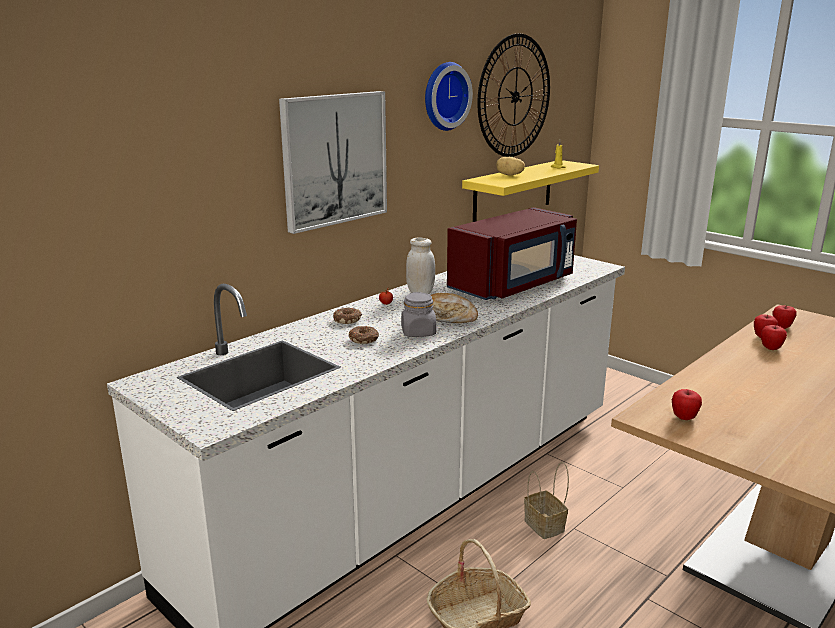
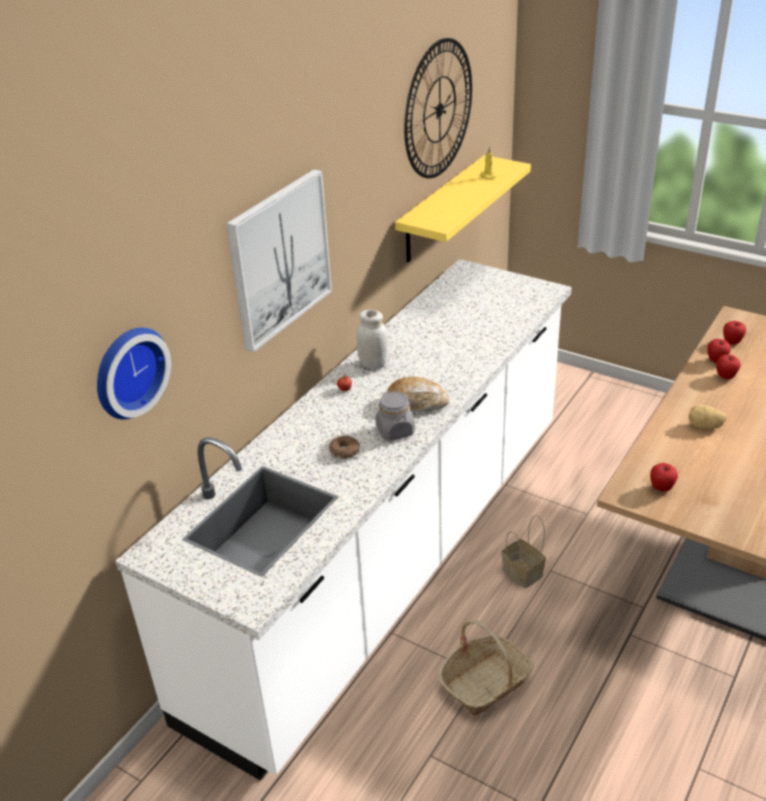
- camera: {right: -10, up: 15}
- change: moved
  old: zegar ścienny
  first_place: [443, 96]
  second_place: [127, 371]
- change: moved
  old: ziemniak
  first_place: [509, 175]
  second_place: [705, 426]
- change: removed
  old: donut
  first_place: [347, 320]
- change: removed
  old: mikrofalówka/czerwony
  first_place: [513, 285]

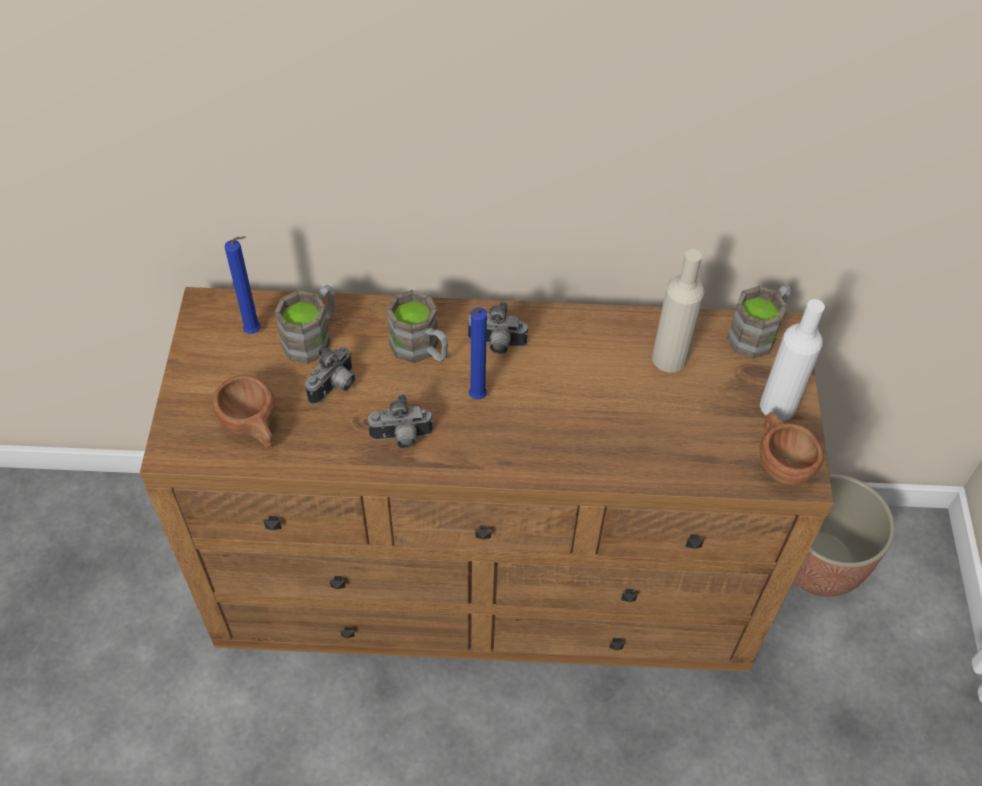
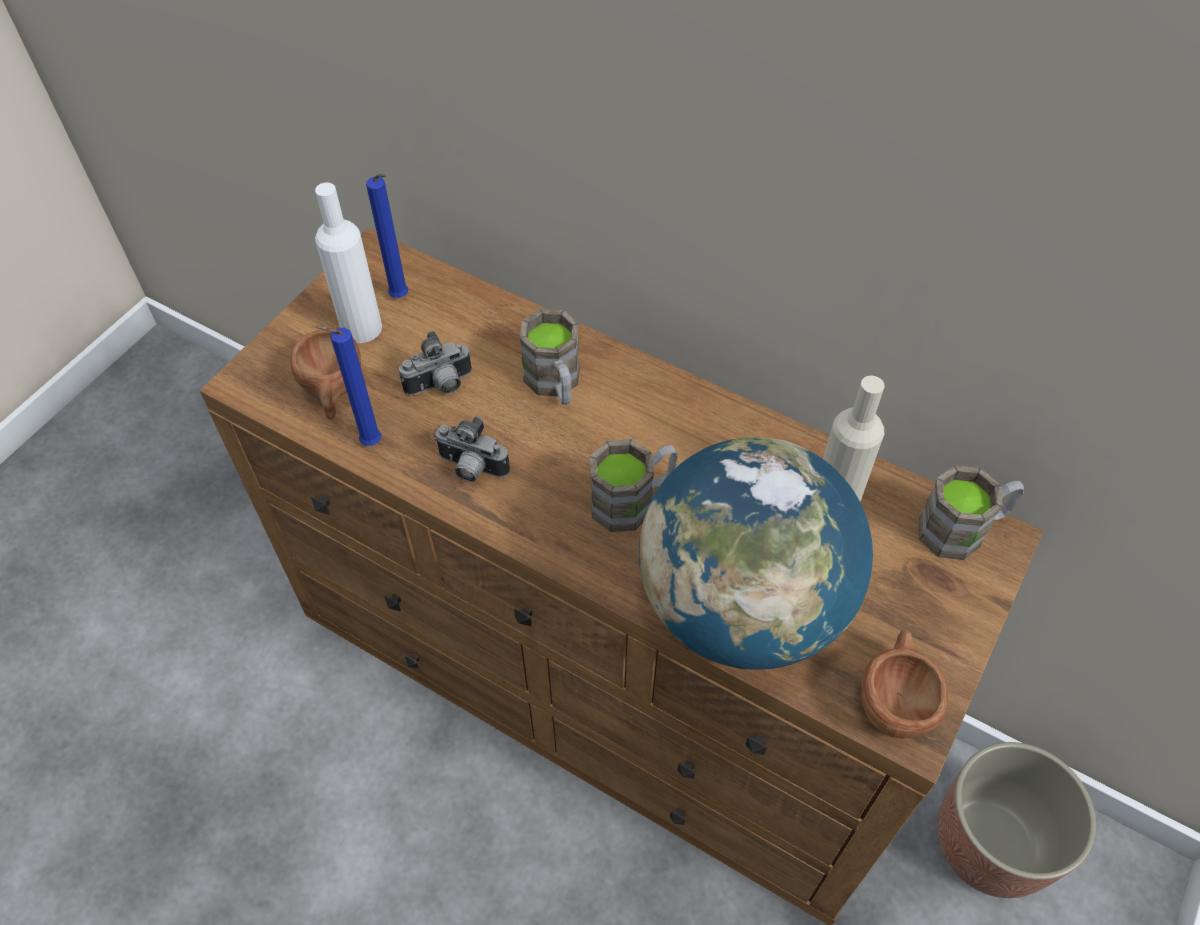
- camera: {right: 30, up: 0}
- change: moved
  old: butelka/biały
  first_place: [777, 406]
  second_place: [361, 327]
- change: moved
  old: świeca/niebieski
  first_place: [475, 398]
  second_place: [368, 443]
- change: moved
  old: kubek/brązowy
  first_place: [313, 337]
  second_place: [633, 500]
- change: added
  new: globus
  second_place: [742, 606]
- change: removed
  old: aparat fotograficzny
  first_place: [496, 345]

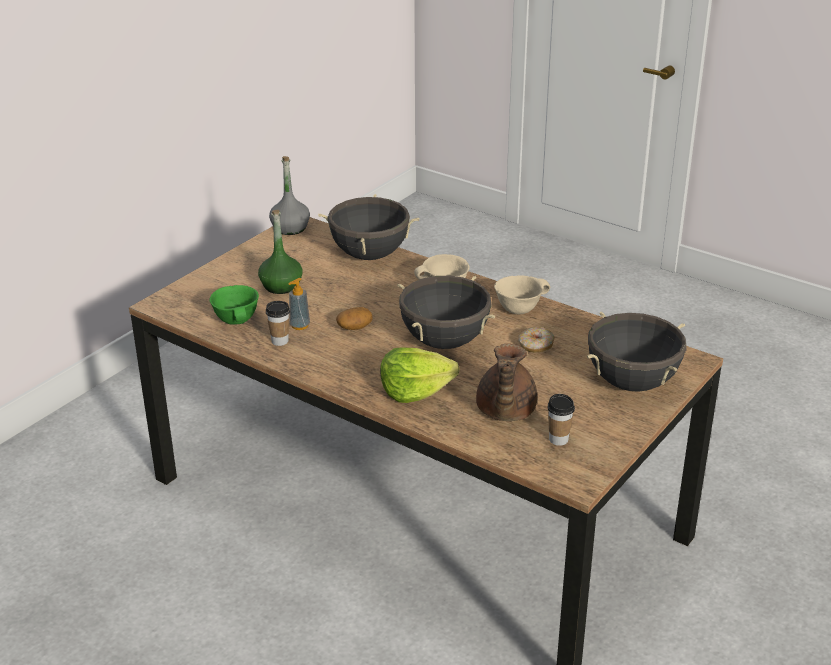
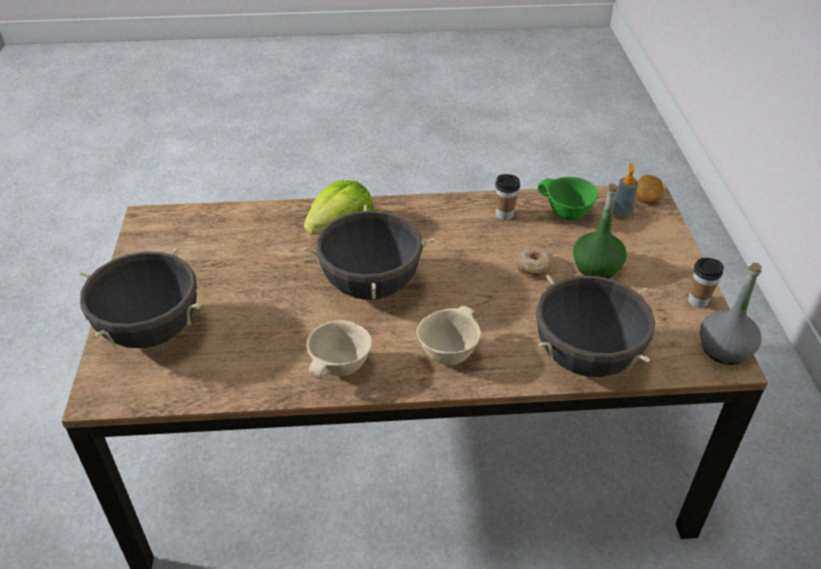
- camera: {right: 140, up: 10}
- change: moved
  old: donut
  first_place: [535, 345]
  second_place: [534, 267]
- change: moved
  old: dozownik mydła
  first_place: [299, 325]
  second_place: [621, 214]
- change: moved
  old: ziemniak
  first_place: [354, 327]
  second_place: [646, 198]
- change: moved
  old: filiżanka
  first_place: [558, 439]
  second_place: [698, 301]
- change: removed
  old: imbryk/brązowy
  first_place: [504, 412]

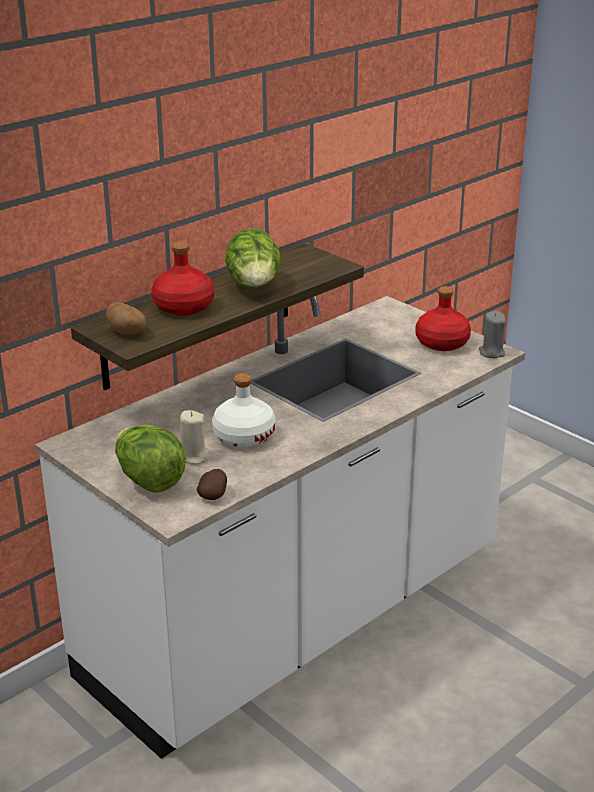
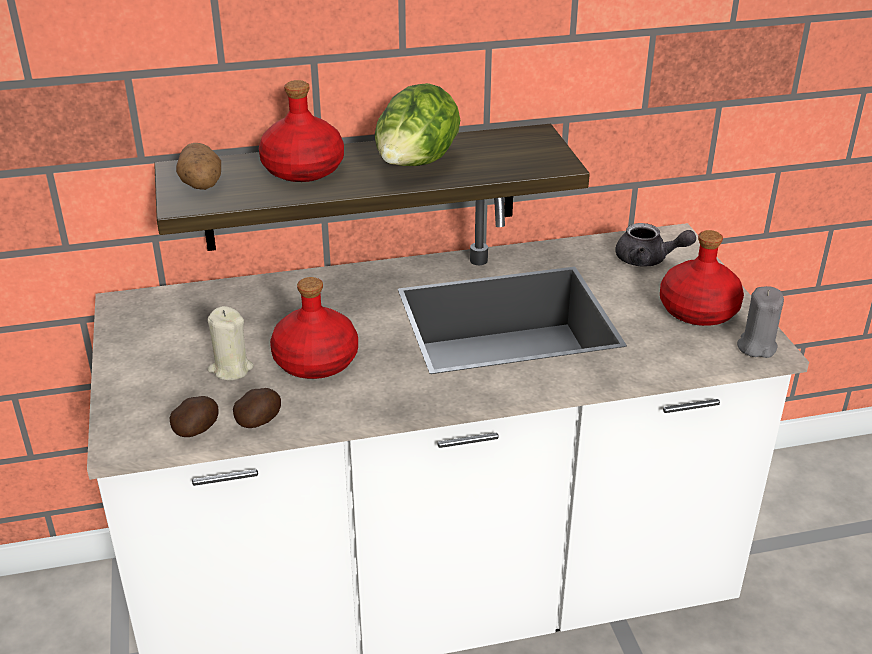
- camera: {right: 30, up: 5}
- change: added
  new: ziemniak
  second_place: [259, 421]
- change: recoloured
  old: butelka/biały
  new: butelka/czerwony
  first_place: [243, 436]
  second_place: [315, 360]
- change: added
  new: imbryk/szary
  second_place: [648, 260]
- change: removed
  old: sałata
  first_place: [149, 480]

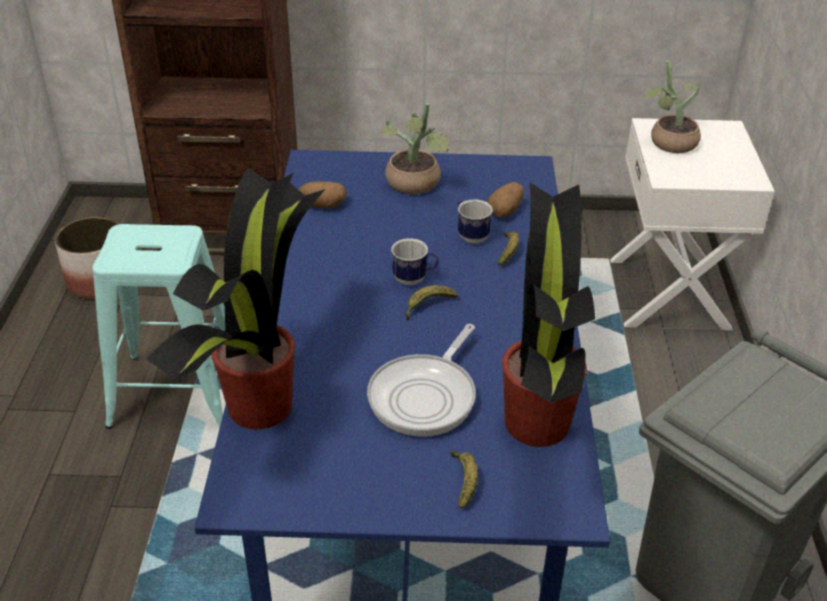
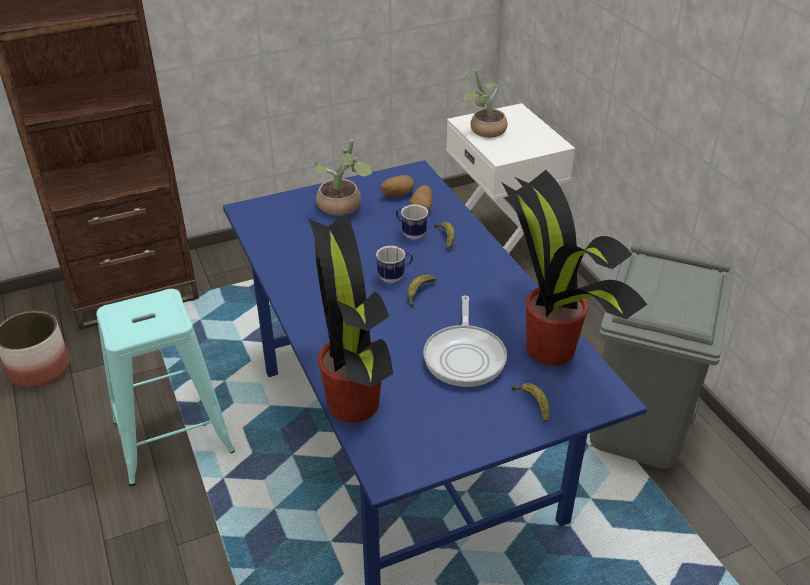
- camera: {right: -25, up: 0}
- change: moved
  old: ziemniak
  first_place: [323, 205]
  second_place: [397, 194]

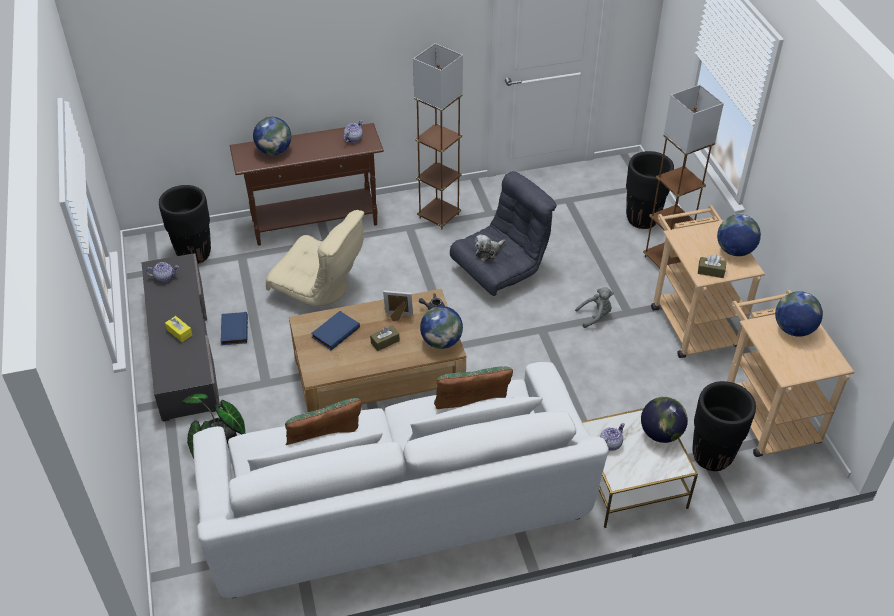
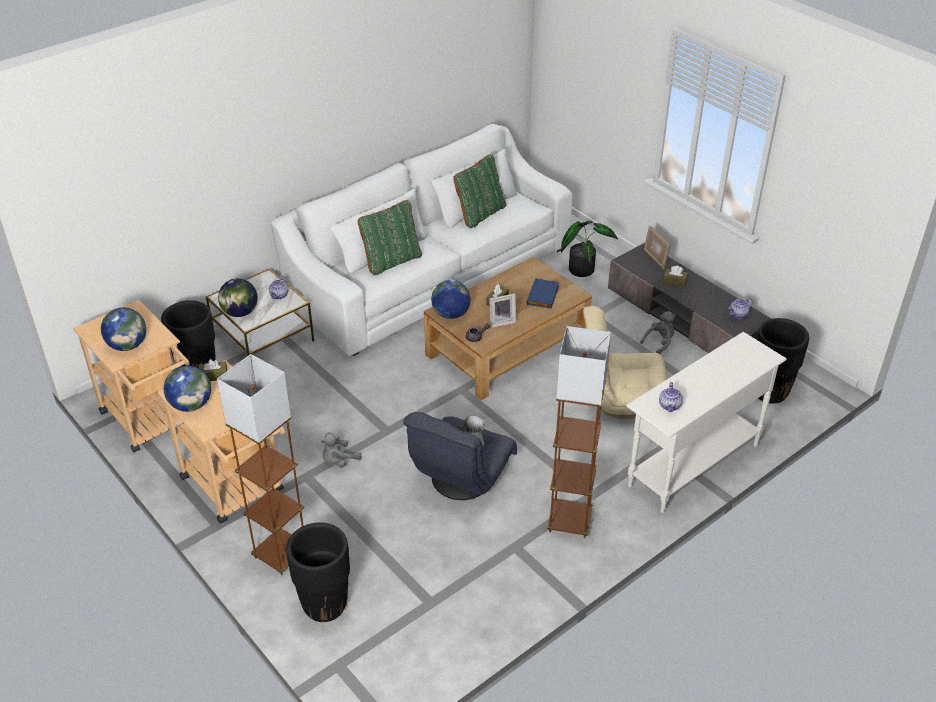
- camera: {right: 155, up: -5}
- change: recoloured
  old: stolik konsolowy/brązowy
  new: stolik konsolowy/biały
  first_place: [315, 223]
  second_place: [693, 465]
- change: replaced
  old: książka/niebieski
  new: pluszak/szary
  first_place: [233, 330]
  second_place: [659, 343]
- change: added
  new: ramka na zdjęcie
  second_place: [655, 259]
- change: recoloured
  old: pudełko chusteczek/żółty
  new: pudełko chusteczek/brązowy
  first_place: [179, 332]
  second_place: [674, 281]
- change: removed
  old: globus
  first_place: [274, 151]

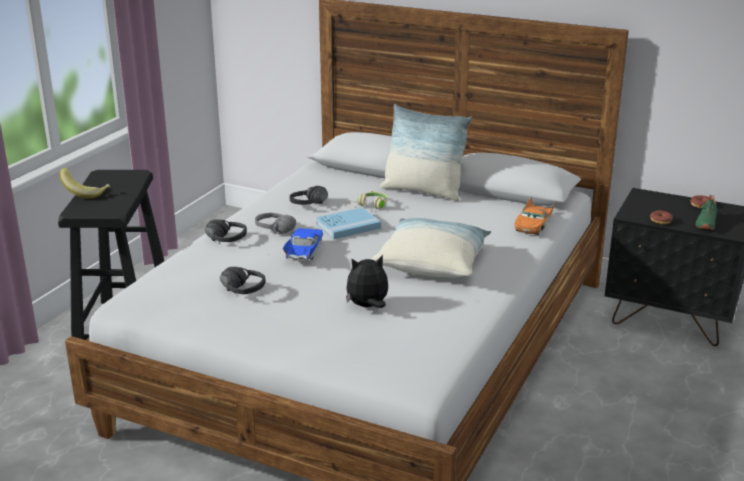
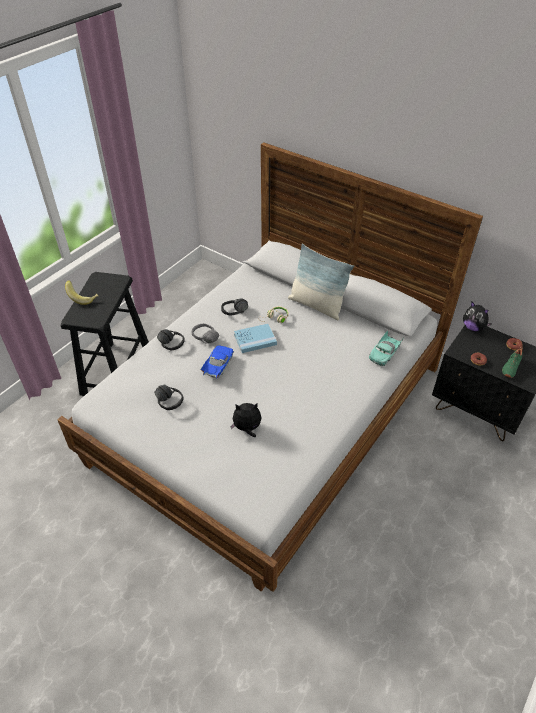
- camera: {right: 10, up: 20}
- change: recoloured
  old: samochodzik/pomarańczowy
  new: samochodzik/turkusowy
  first_place: [534, 225]
  second_place: [384, 353]
- change: added
  new: pluszak
  second_place: [473, 327]
- change: removed
  old: poduszka
  first_place: [431, 263]

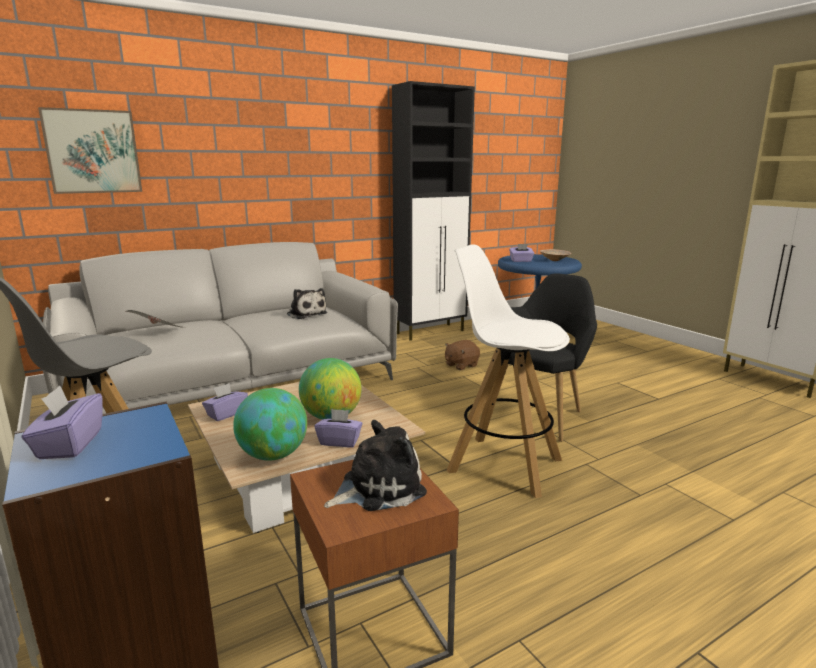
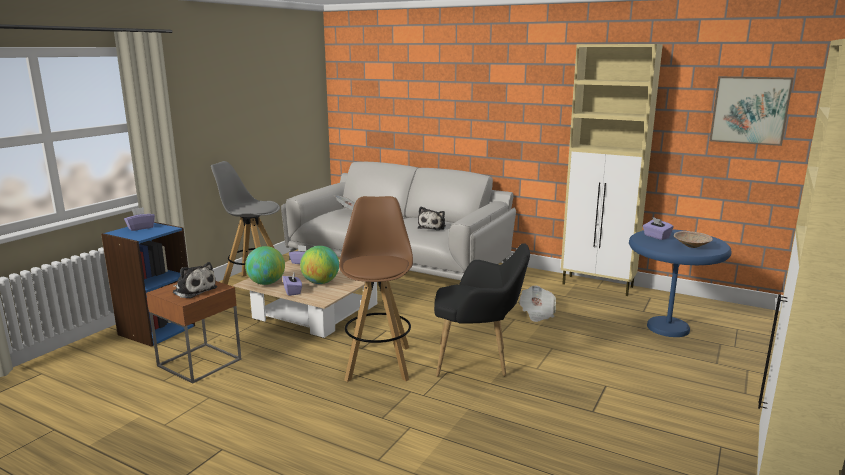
- camera: {right: 60, up: 0}
- change: recoloured
  old: stołek/biały
  new: stołek/brązowy
  first_place: [503, 464]
  second_place: [378, 362]
- change: replaced
  old: pluszak/brązowy
  new: gazeta
  first_place: [461, 365]
  second_place: [537, 313]
- change: recoloured
  old: szafka/czarny
  new: szafka/beżowy
  first_place: [431, 332]
  second_place: [598, 285]
- change: moved
  old: obraz
  first_place: [92, 151]
  second_place: [749, 110]

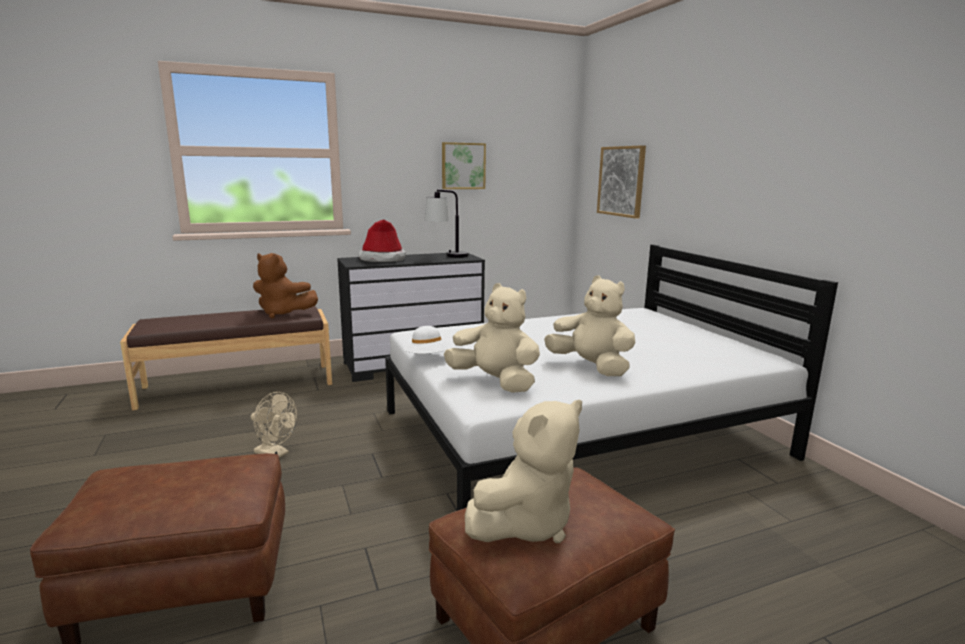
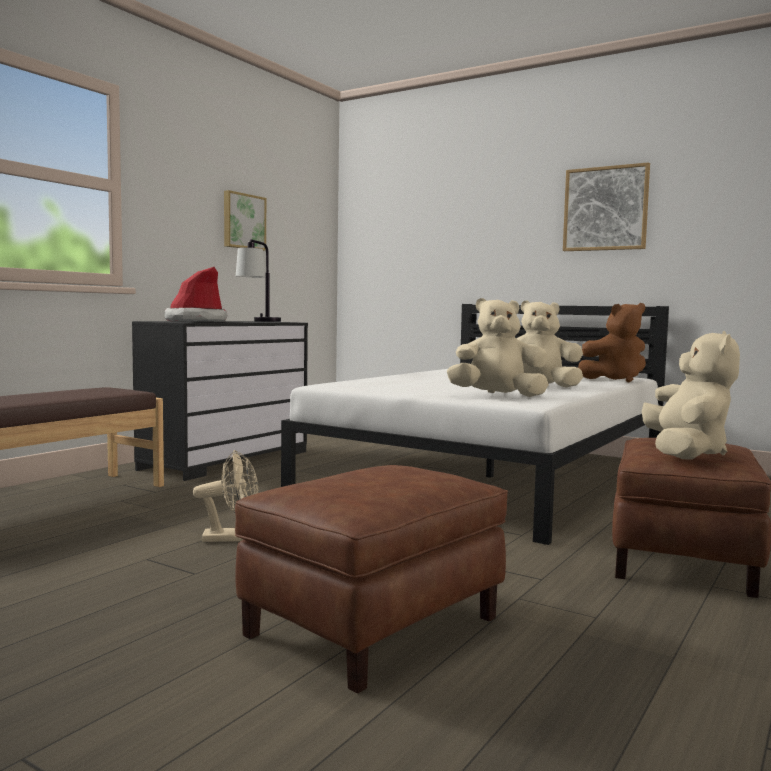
- camera: {right: -35, up: -10}
- change: moved
  old: obraz
  first_place: [621, 181]
  second_place: [605, 209]
- change: moved
  old: pluszak/brązowy
  first_place: [283, 313]
  second_place: [614, 380]
- change: removed
  old: kapelusz/biały
  first_place: [428, 358]

